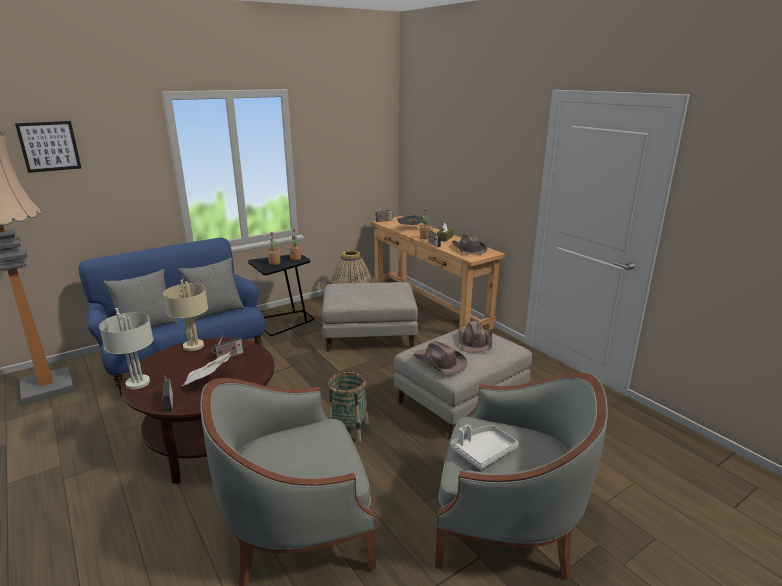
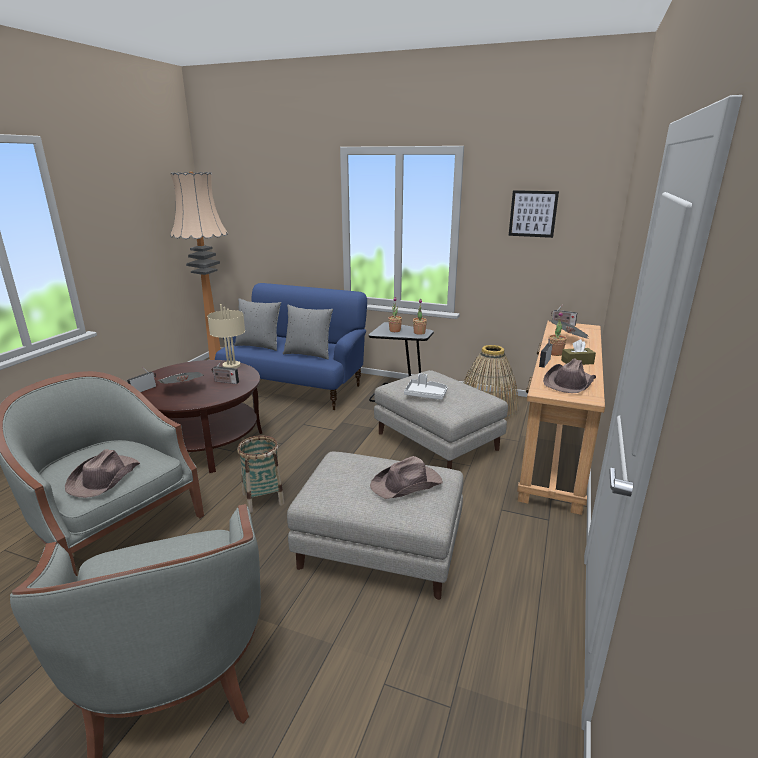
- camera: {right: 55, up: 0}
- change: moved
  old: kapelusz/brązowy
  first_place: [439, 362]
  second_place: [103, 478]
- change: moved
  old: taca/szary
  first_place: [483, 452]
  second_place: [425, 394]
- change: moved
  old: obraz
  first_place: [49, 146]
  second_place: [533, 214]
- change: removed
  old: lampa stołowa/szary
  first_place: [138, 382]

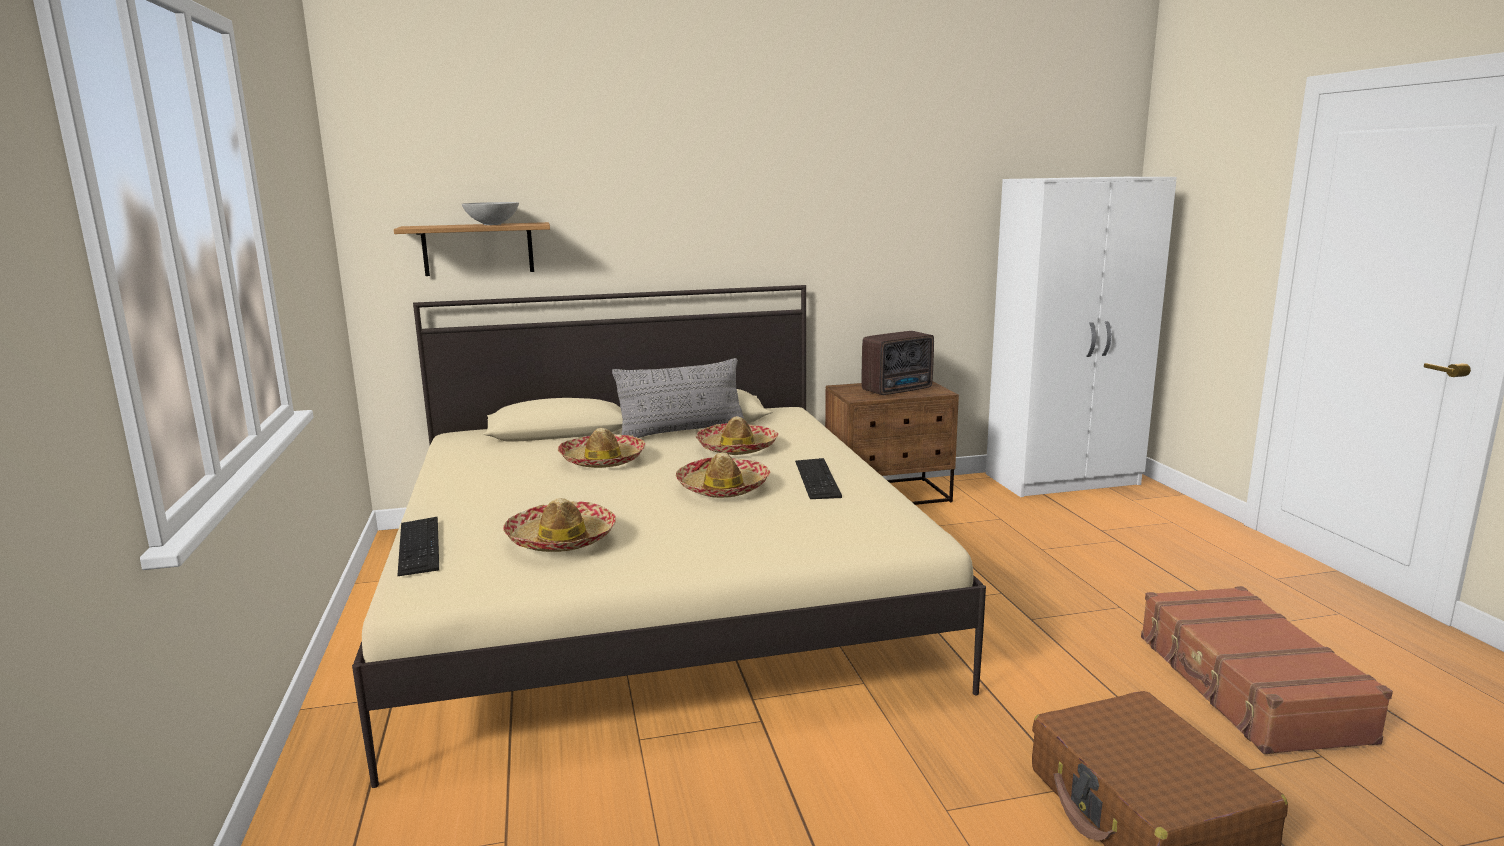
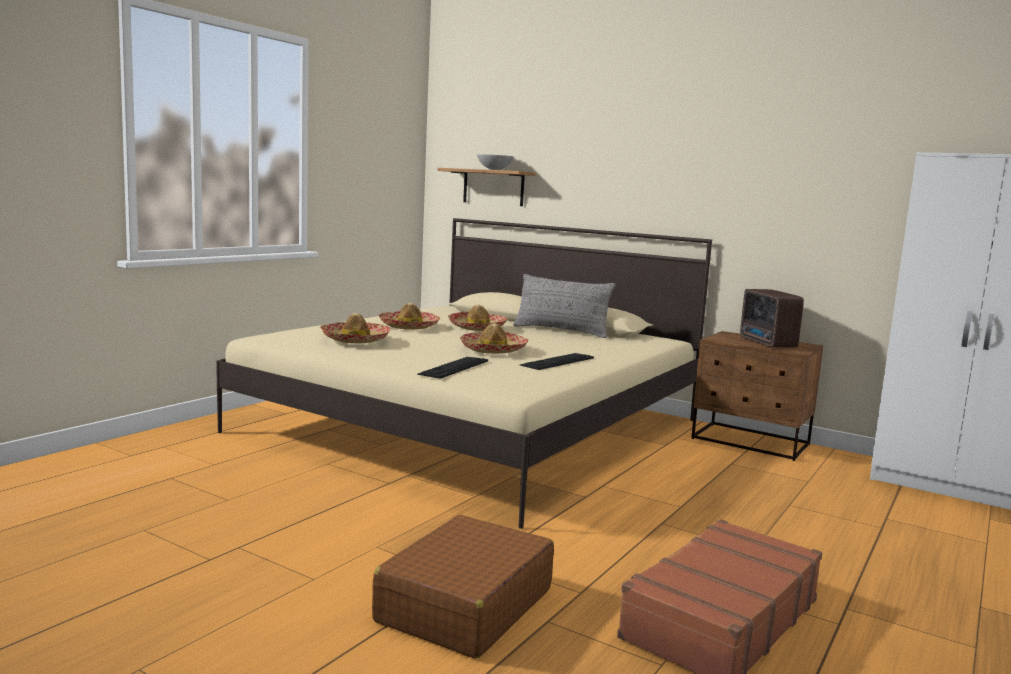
- camera: {right: 45, up: -5}
- change: moved
  old: kapelusz
  first_place: [737, 448]
  second_place: [409, 326]
- change: moved
  old: klawiatura
  first_place: [419, 545]
  second_place: [454, 367]
- change: turned
  old: radio
  first_place: [899, 390]
  second_place: [767, 343]
  degrees: 60

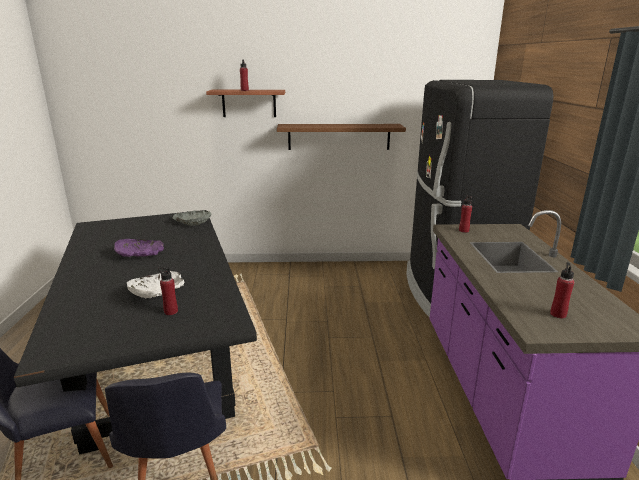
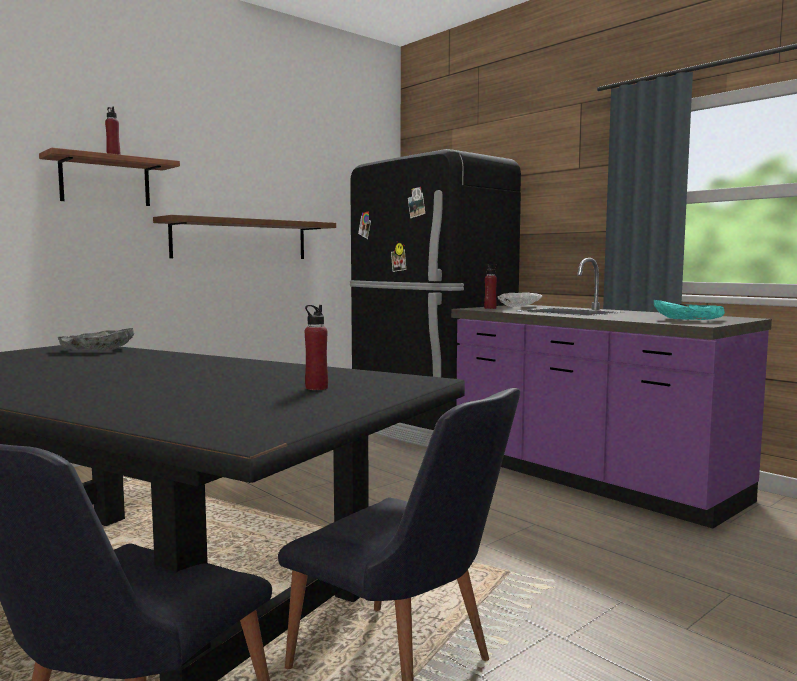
- camera: {right: -40, up: -15}
- change: moved
  old: miska/biały
  first_place: [157, 292]
  second_place: [518, 306]
- change: replaced
  old: butelka/czerwony
  new: miska/turkusowy
  first_place: [558, 314]
  second_place: [687, 320]
- change: removed
  old: miska/fioletowy
  first_place: [139, 255]

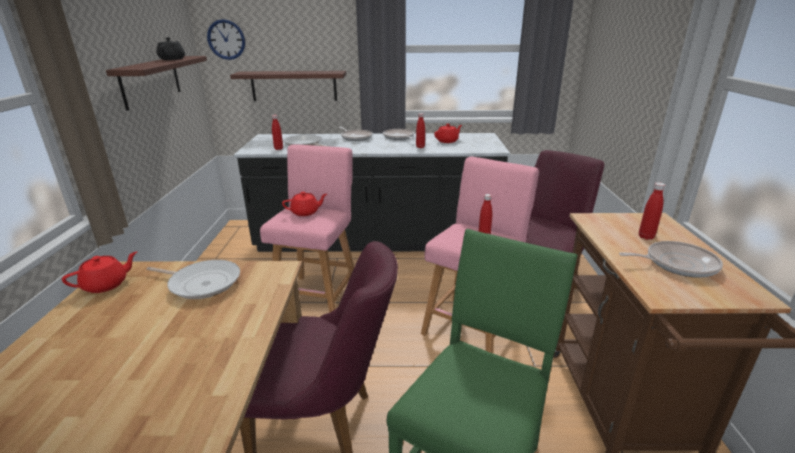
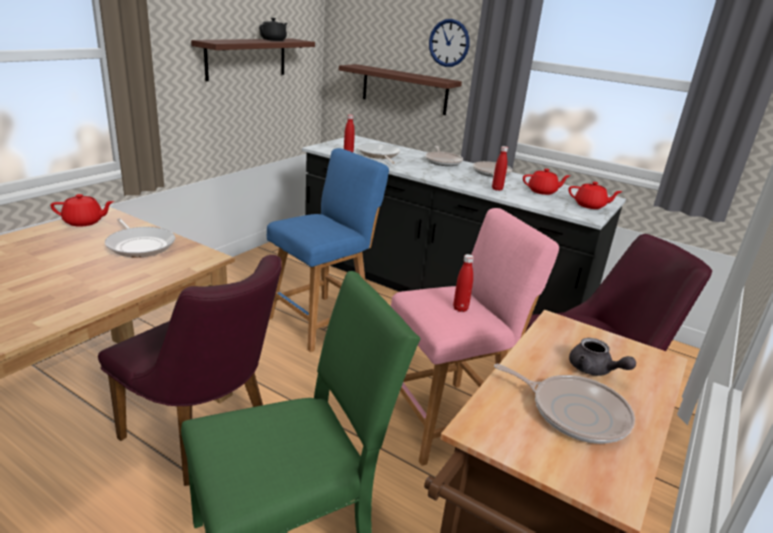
- camera: {right: 30, up: 0}
- change: recoloured
  old: stołek/różowy
  new: stołek/niebieski
  first_place: [318, 296]
  second_place: [322, 320]
- change: moved
  old: zegar ścienny
  first_place: [226, 39]
  second_place: [449, 43]
- change: moved
  old: imbryk/czerwony
  first_place: [305, 212]
  second_place: [590, 206]
- change: replaced
  old: butelka/czerwony
  new: imbryk/szary
  first_place: [646, 237]
  second_place: [594, 370]

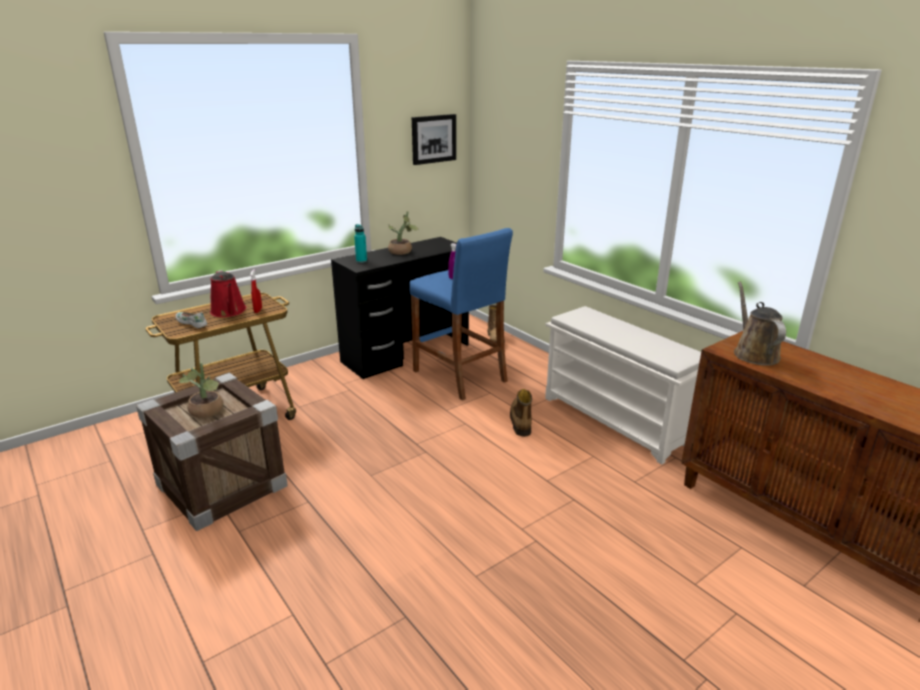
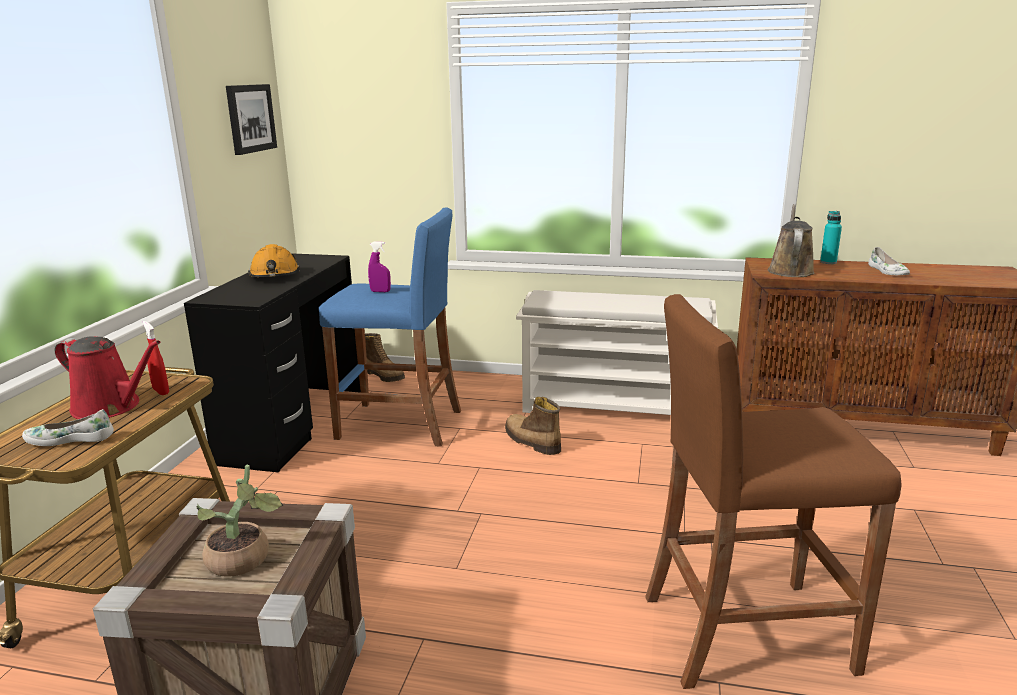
- camera: {right: -40, up: -5}
- change: replaced
  old: roślina doniczkowa
  new: kask/pomarańczowy
  first_place: [402, 252]
  second_place: [275, 275]
- change: added
  new: stołek/brązowy
  second_place: [745, 632]
- change: turned
  old: konewka/brązowy
  first_place: [754, 353]
  second_place: [790, 270]
  degrees: 60
- change: moved
  old: butelka/turkusowy
  first_place: [361, 261]
  second_place: [828, 262]
- change: added
  new: but/biały
  second_place: [887, 271]

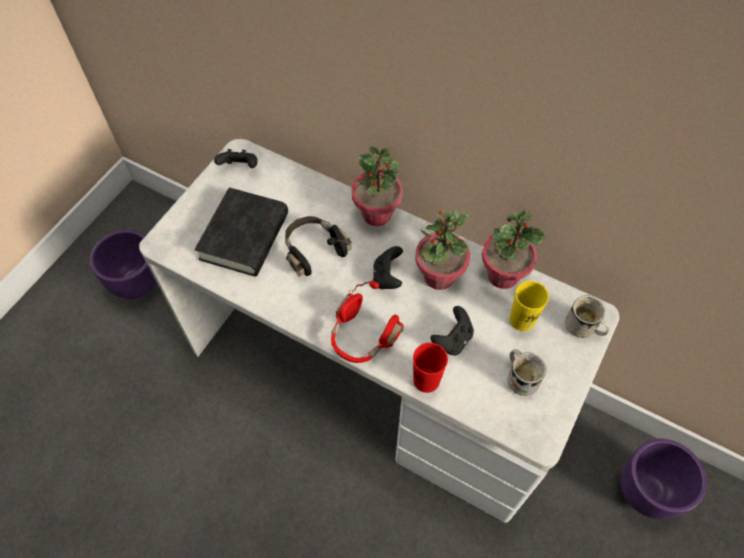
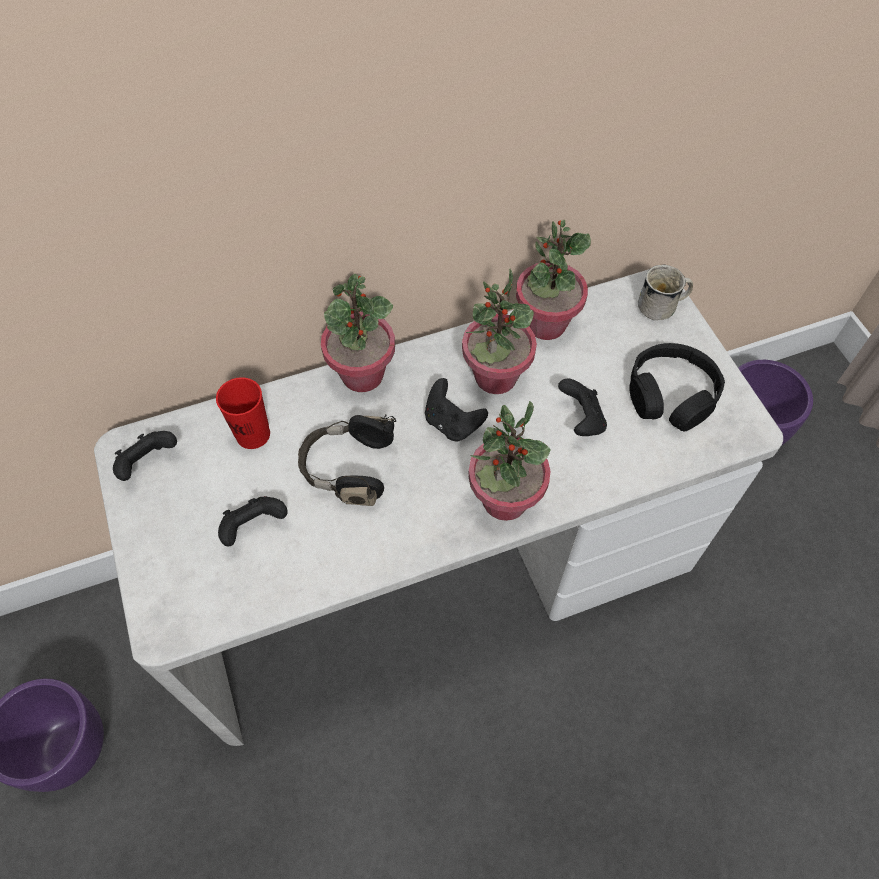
- camera: {right: -50, up: 0}
- change: moved
  old: filiżanka/czerwony
  first_place: [426, 380]
  second_place: [253, 434]
- change: replaced
  old: książka/czarny
  new: pad do gier/czarny
  first_place: [244, 236]
  second_place: [254, 527]
- change: replaced
  old: słuchawki/czerwony
  new: roślina doniczkowa
  first_place: [362, 337]
  second_place: [504, 500]
- change: replaced
  old: kubek/biały
  new: słuchawki/czarny
  first_place: [520, 376]
  second_place: [671, 395]
- change: removed
  old: filiżanka/żółty
  first_place: [522, 320]

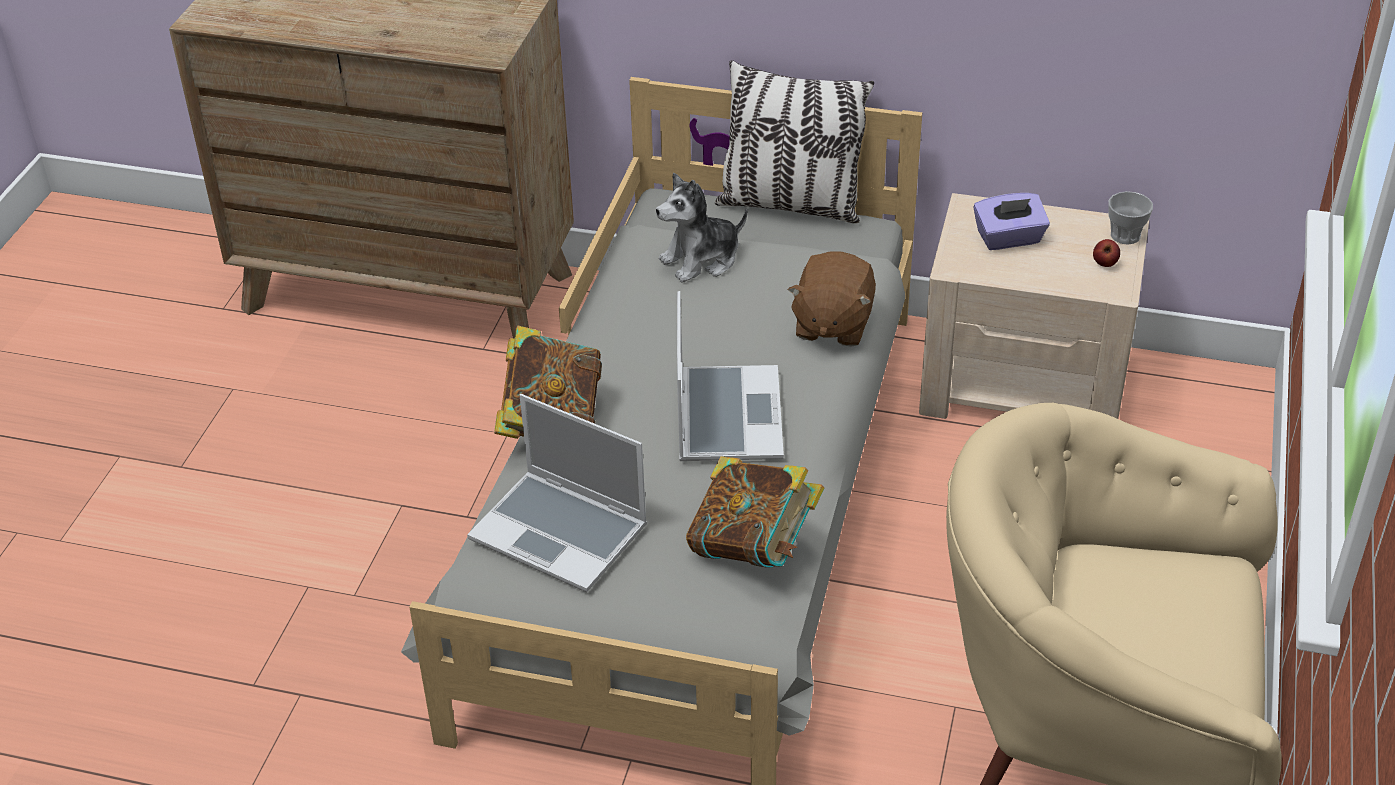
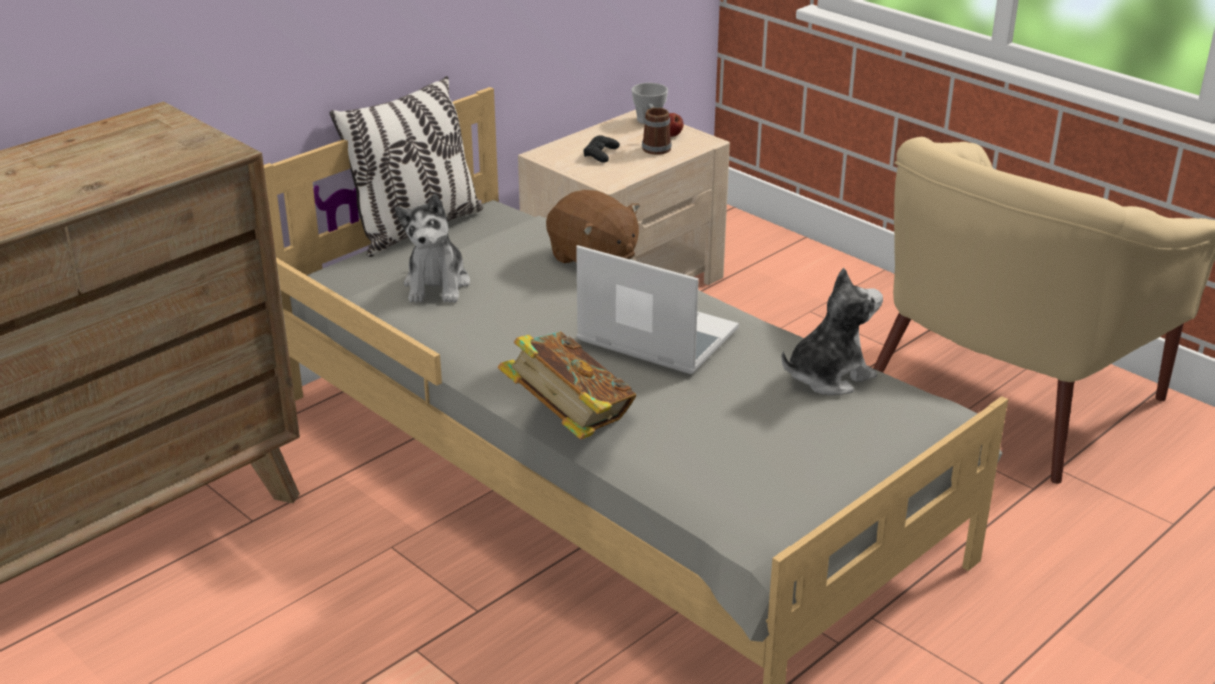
- camera: {right: -60, up: -10}
- change: replaced
  old: pudełko chusteczek/fioletowy
  new: pad do gier/czarny
  first_place: [1009, 239]
  second_place: [600, 154]
- change: added
  new: kubek
  second_place: [654, 146]
- change: replaced
  old: książka
  new: pluszak
  first_place: [754, 547]
  second_place: [828, 376]
- change: removed
  old: laptop
  first_place: [562, 533]

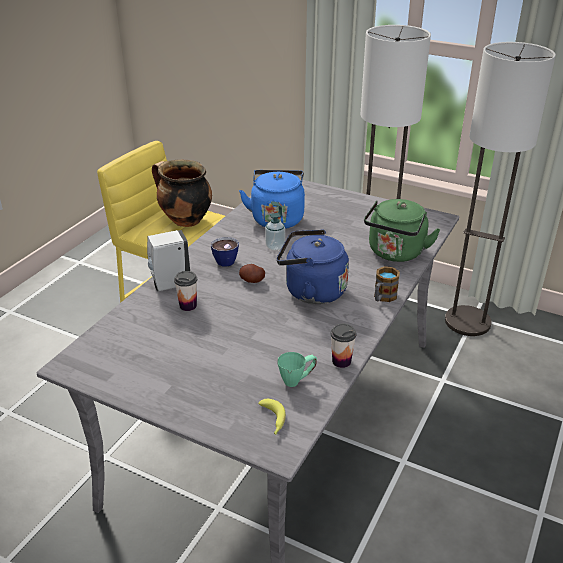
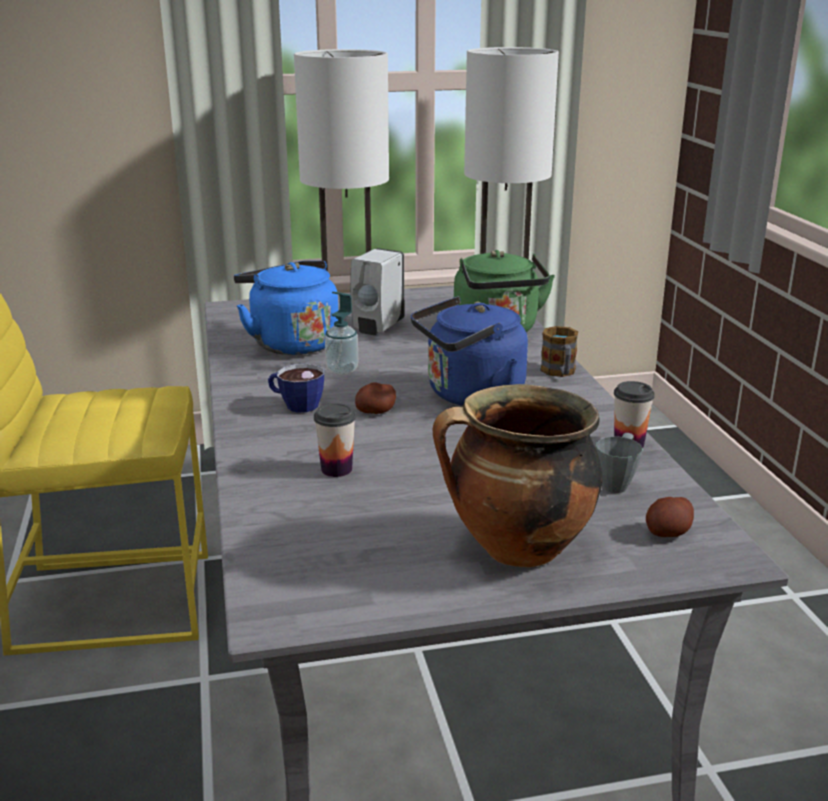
- camera: {right: -40, up: -10}
- change: moved
  old: dozownik mydła/biały
  first_place: [169, 284]
  second_place: [377, 328]
- change: moved
  old: garnek
  first_place: [185, 220]
  second_place: [517, 550]
- change: recoloured
  old: kubek/zielony
  new: kubek/szary
  first_place: [297, 380]
  second_place: [617, 482]
- change: replaced
  old: banan
  new: ziemniak
  first_place: [272, 421]
  second_place: [668, 533]

